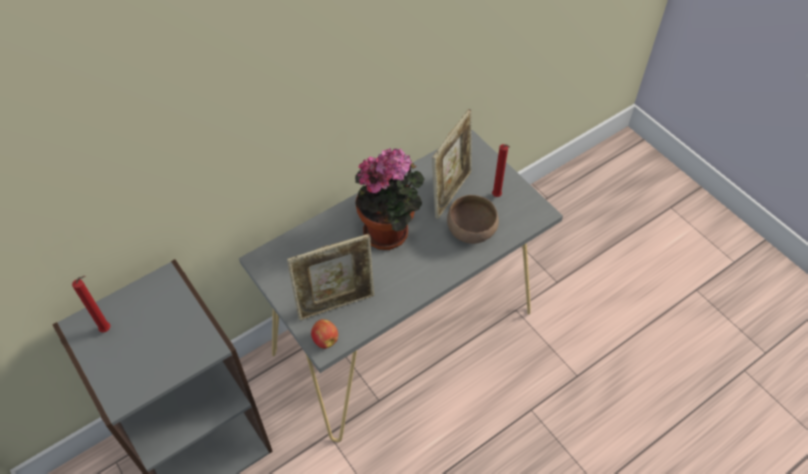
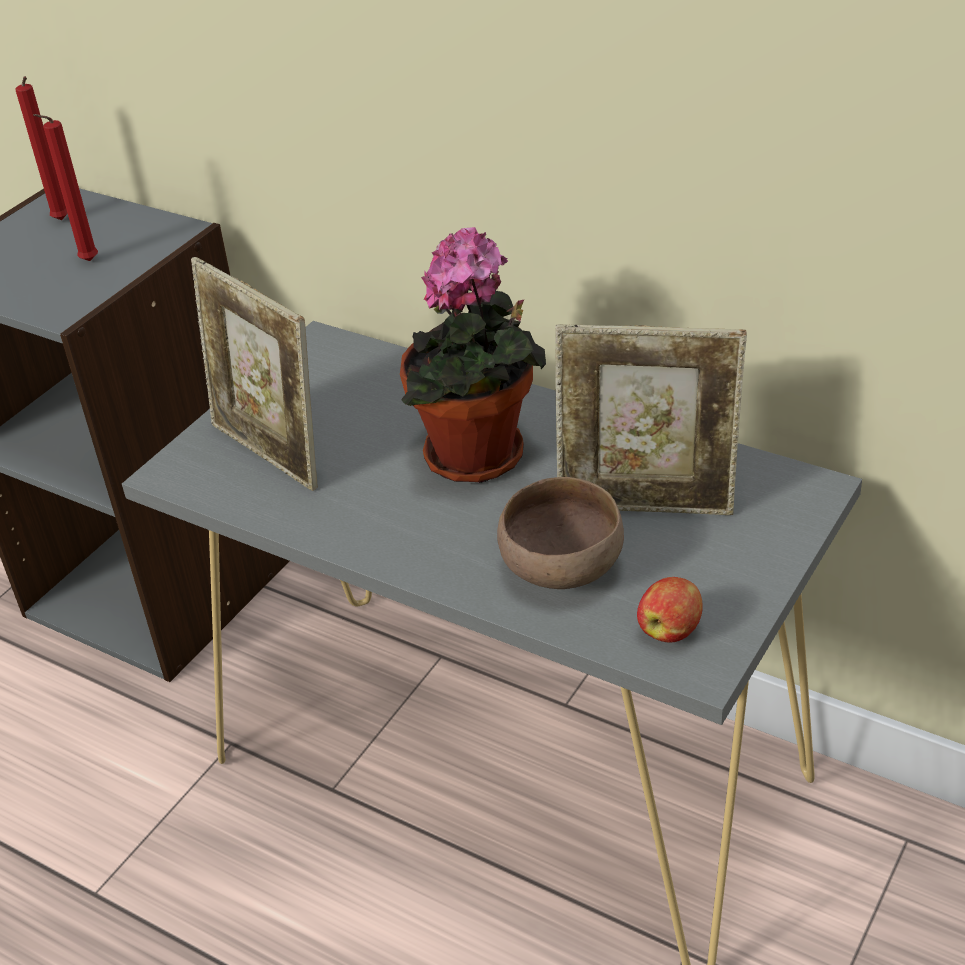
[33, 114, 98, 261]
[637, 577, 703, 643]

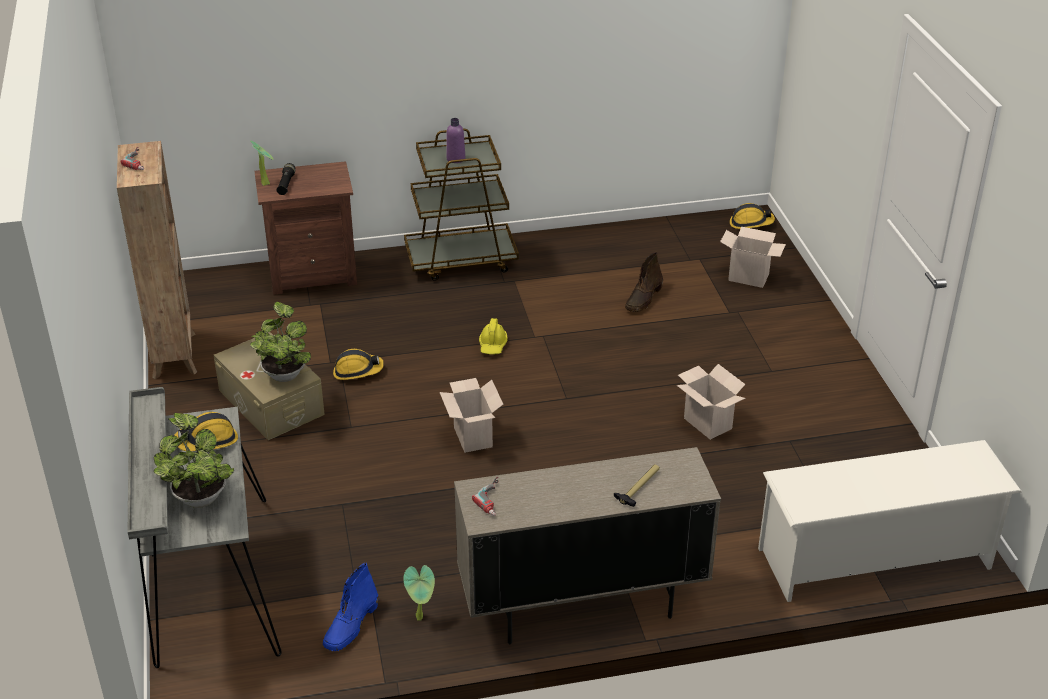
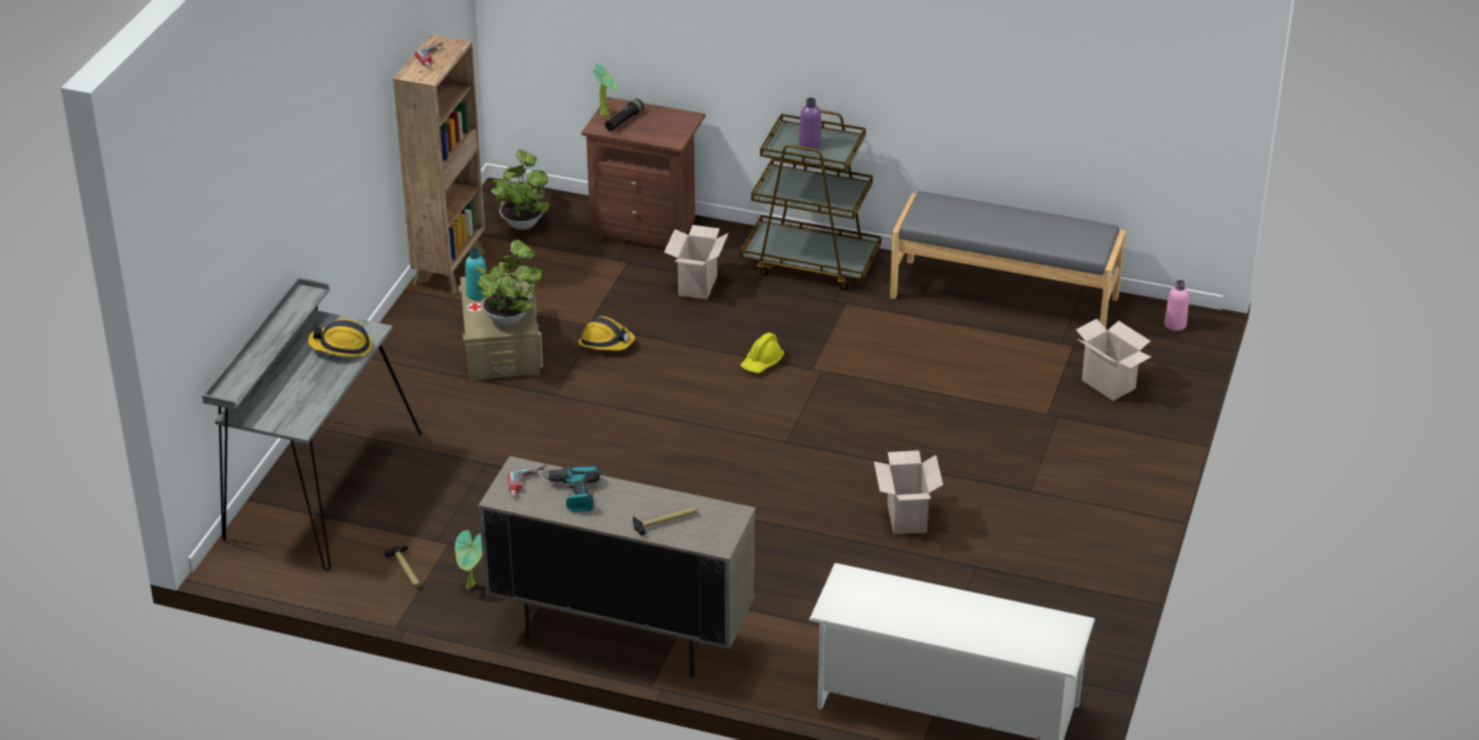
[1164, 280, 1189, 331]
[625, 252, 663, 312] (first image)
[664, 225, 729, 299]
[491, 150, 549, 230]
[385, 546, 421, 587]
[890, 191, 1126, 328]
[465, 248, 487, 300]
[542, 466, 600, 512]

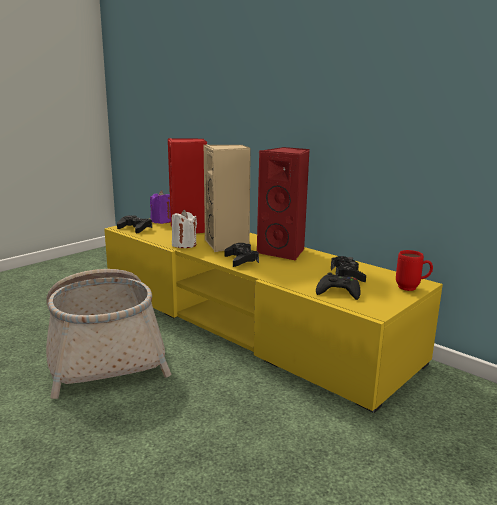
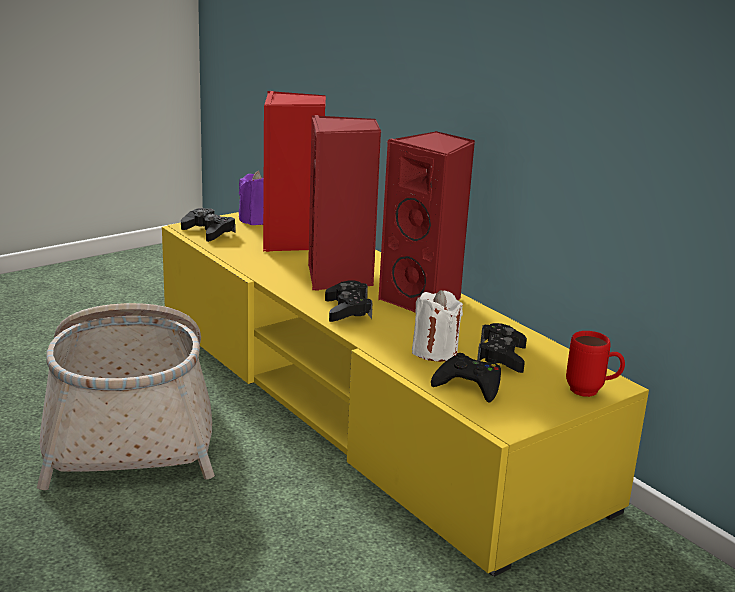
[308, 115, 381, 291]
[412, 290, 463, 362]

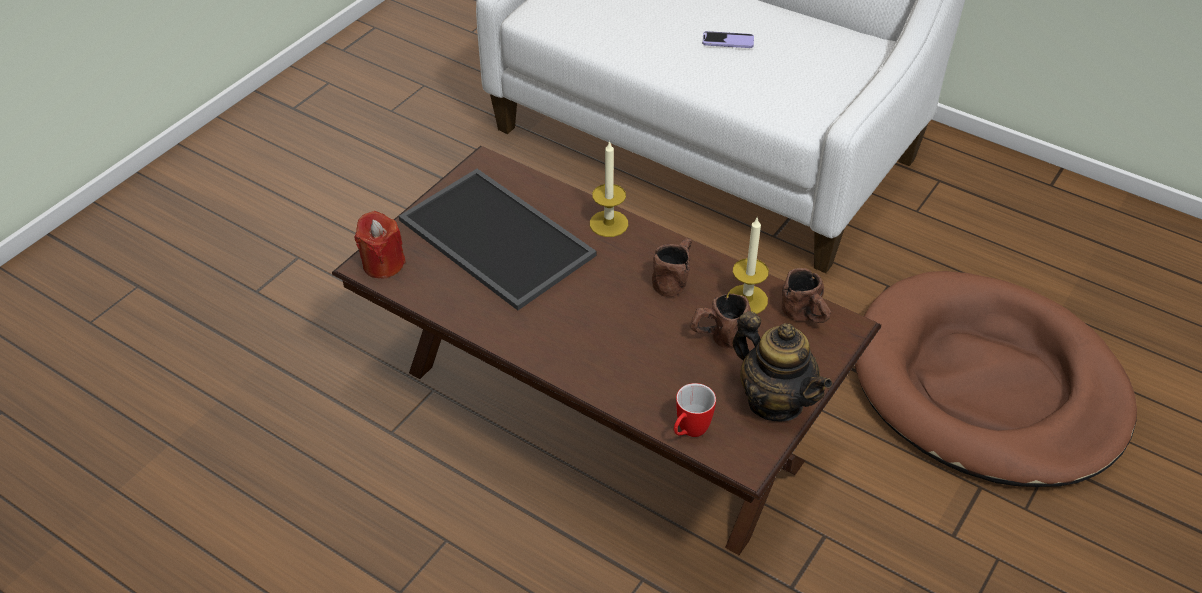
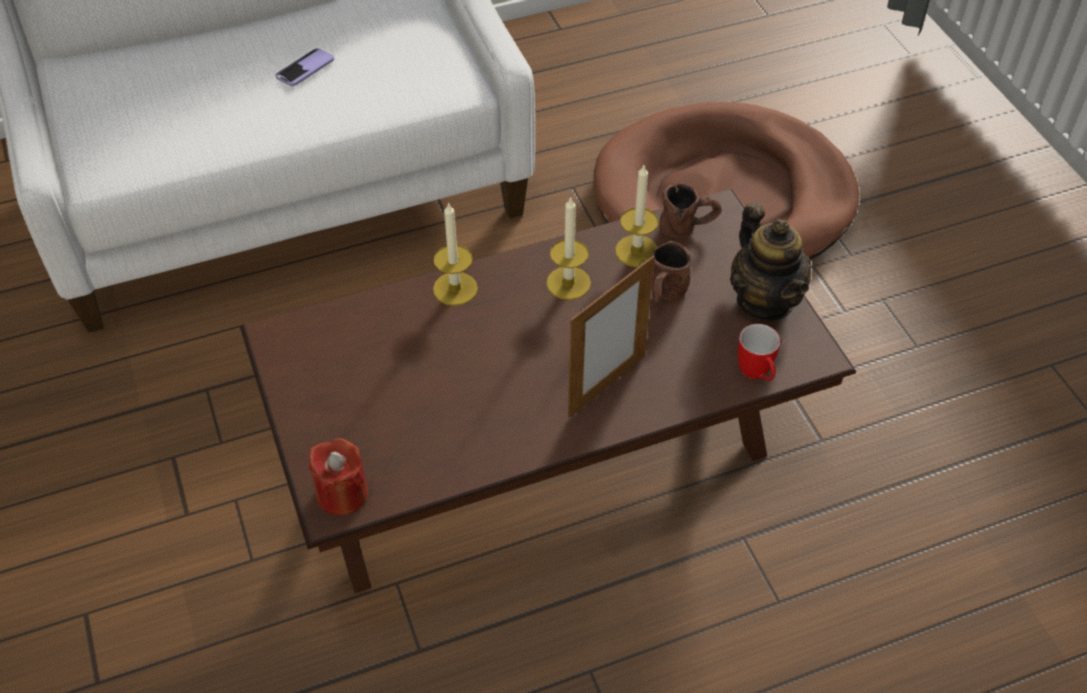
[399, 169, 597, 310] (first image)
[546, 196, 591, 300]
[730, 203, 812, 321]
[568, 256, 655, 418]

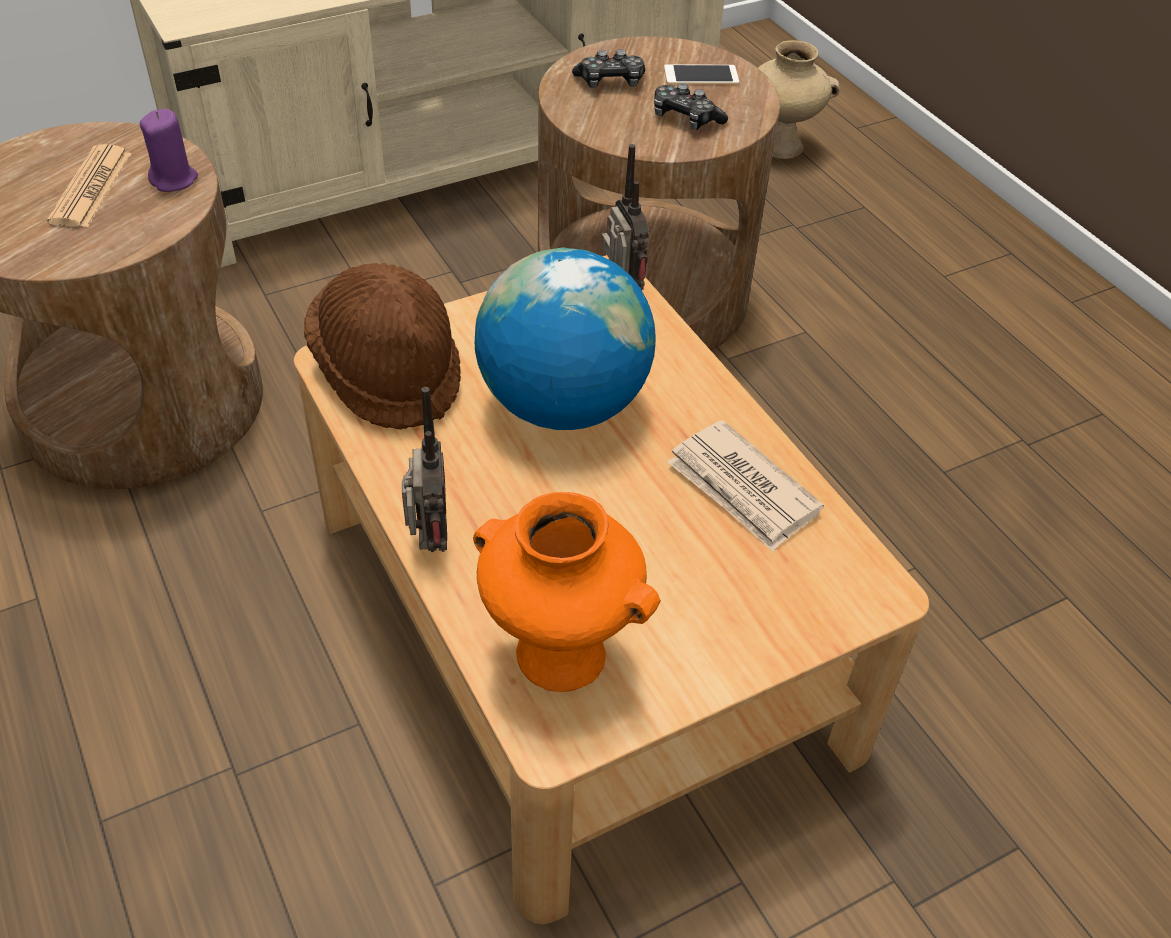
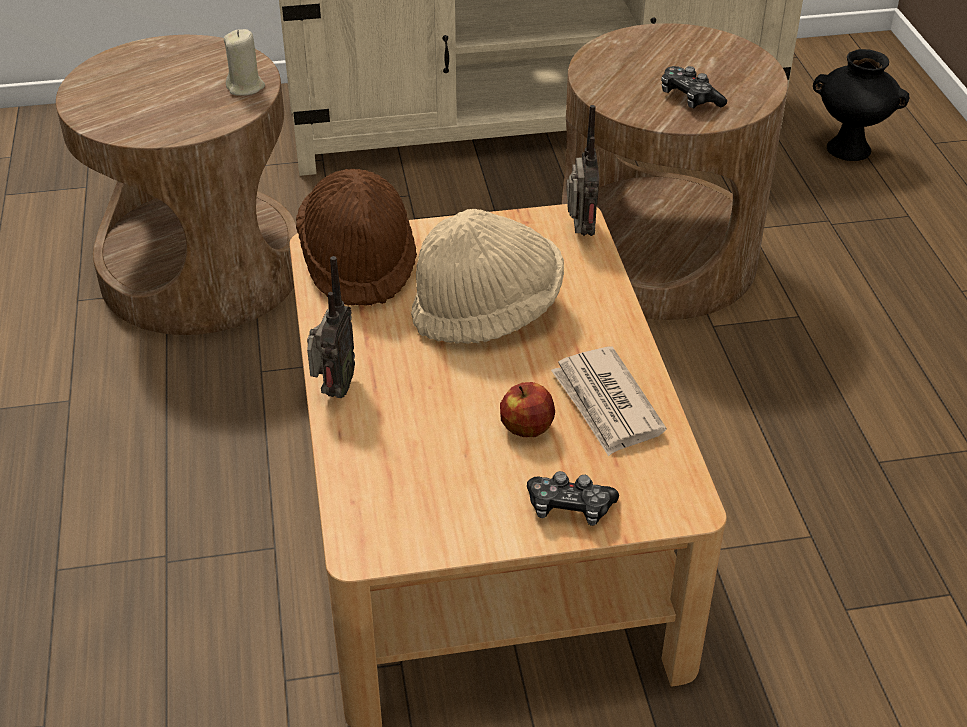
[813, 49, 910, 161]
[527, 471, 619, 526]
[664, 64, 739, 84] (first image)
[224, 29, 265, 96]
[47, 144, 132, 227] (first image)
[411, 209, 564, 344]
[473, 492, 661, 692] (first image)
[500, 382, 555, 437]

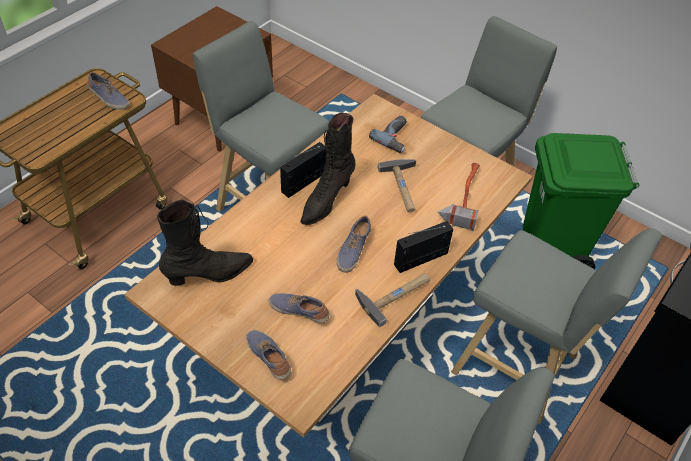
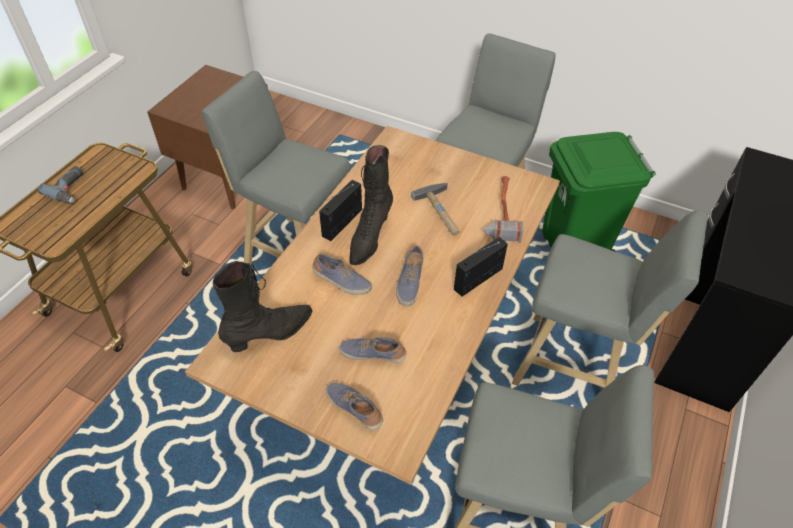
[312, 254, 372, 295]
[38, 166, 83, 204]
[355, 273, 430, 327] (first image)

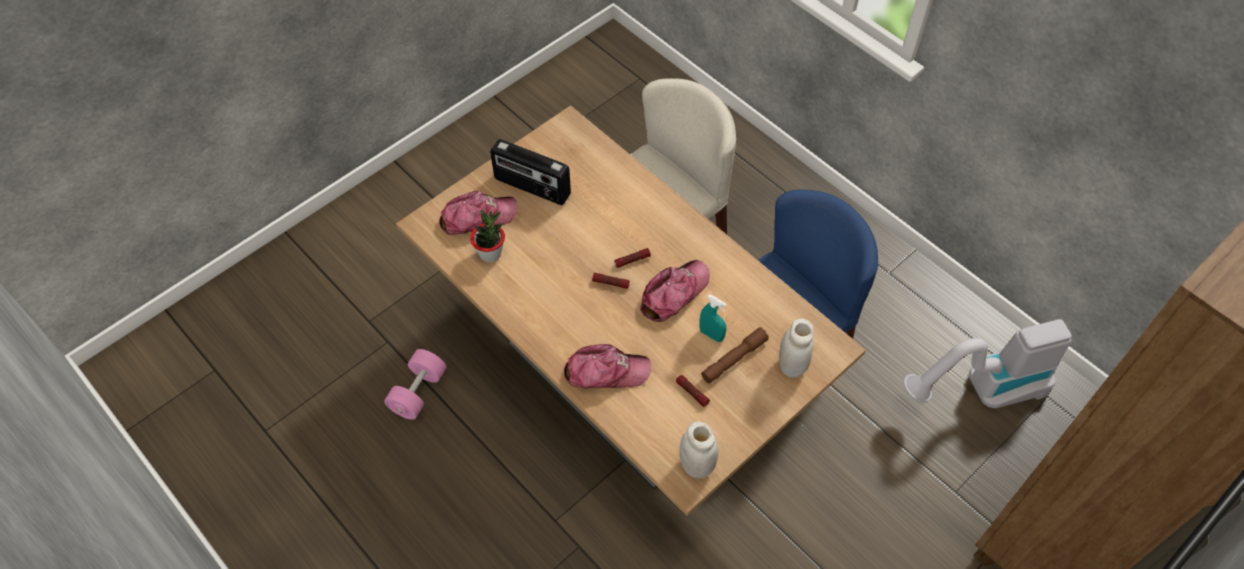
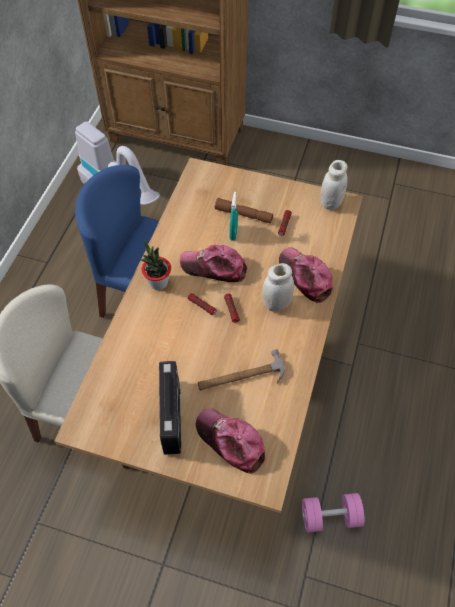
[141, 240, 171, 290]
[262, 263, 294, 312]
[198, 350, 285, 390]

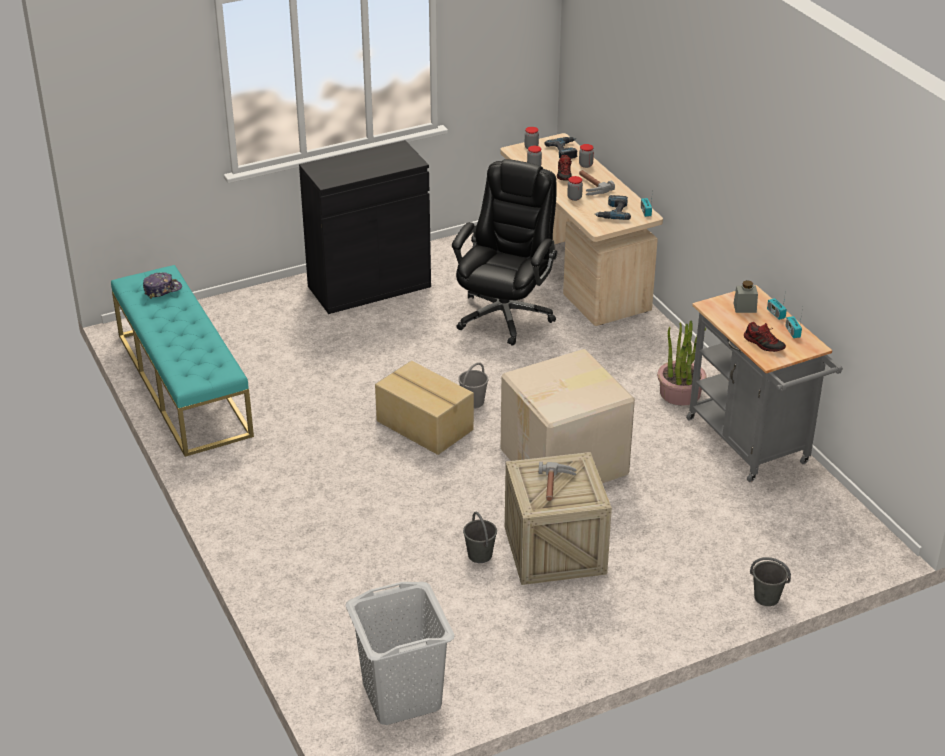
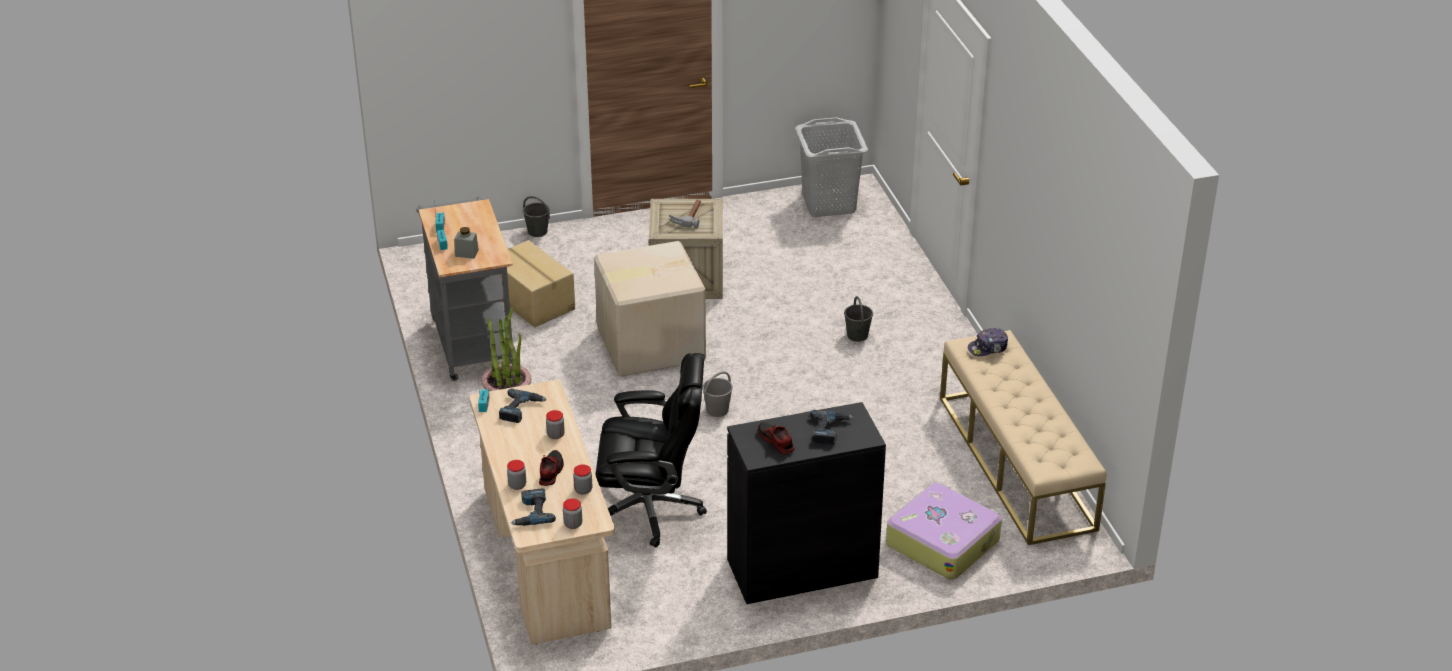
[595, 353, 707, 548]
[579, 170, 615, 195] (first image)
[940, 330, 1107, 545]
[968, 328, 1008, 356]
[758, 423, 795, 455]
[500, 240, 575, 327]
[844, 296, 873, 342]
[810, 410, 854, 445]
[886, 483, 1002, 580]

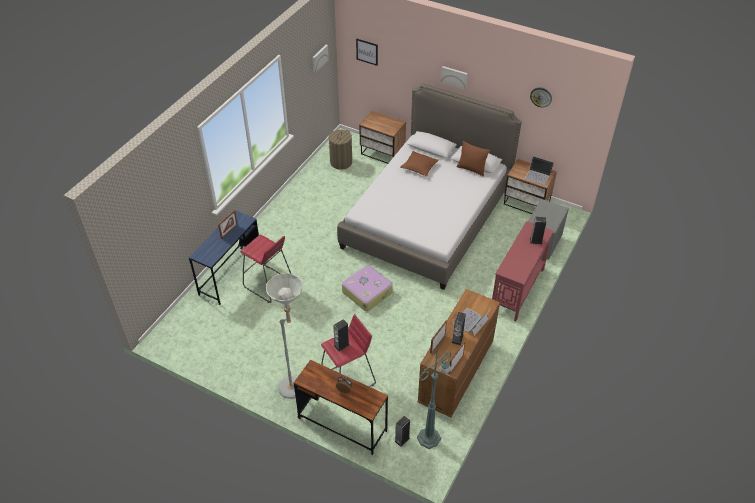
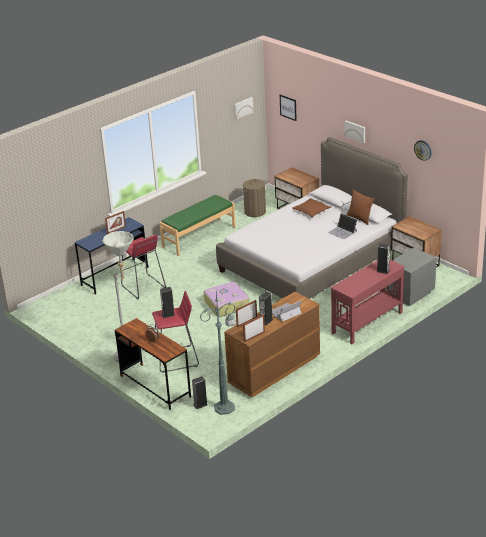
[328, 213, 357, 239]
[159, 195, 236, 256]

